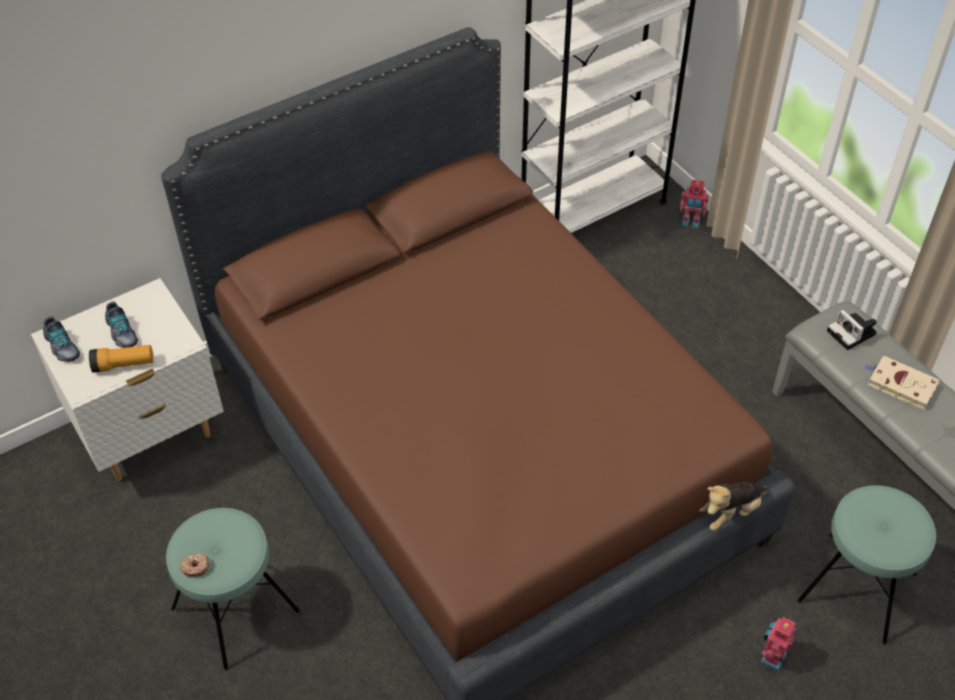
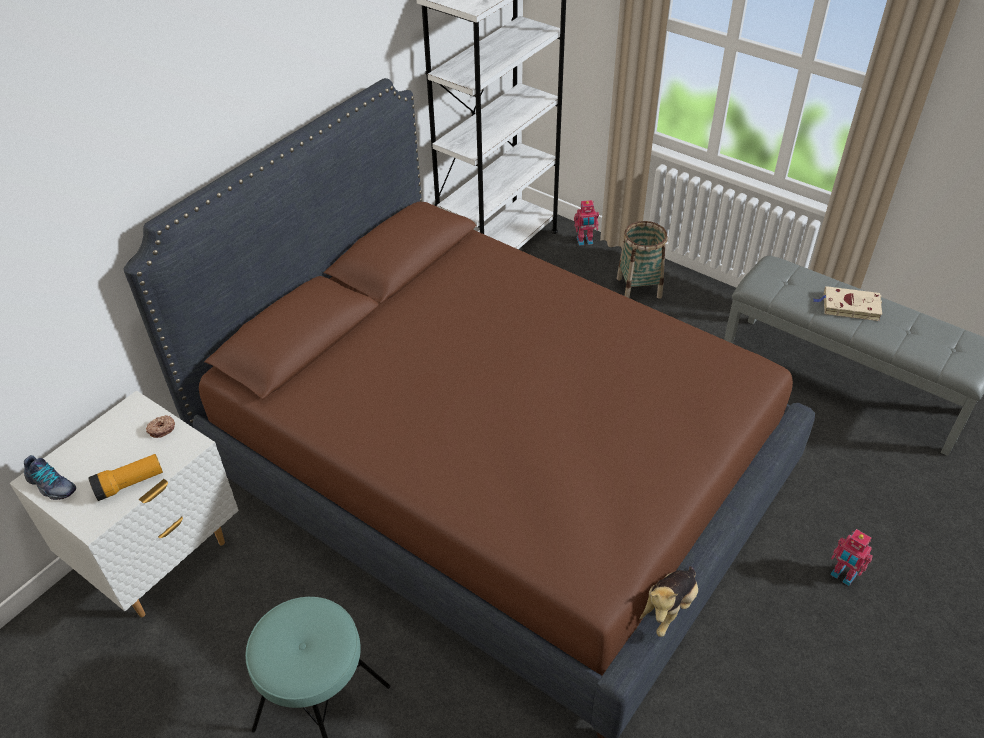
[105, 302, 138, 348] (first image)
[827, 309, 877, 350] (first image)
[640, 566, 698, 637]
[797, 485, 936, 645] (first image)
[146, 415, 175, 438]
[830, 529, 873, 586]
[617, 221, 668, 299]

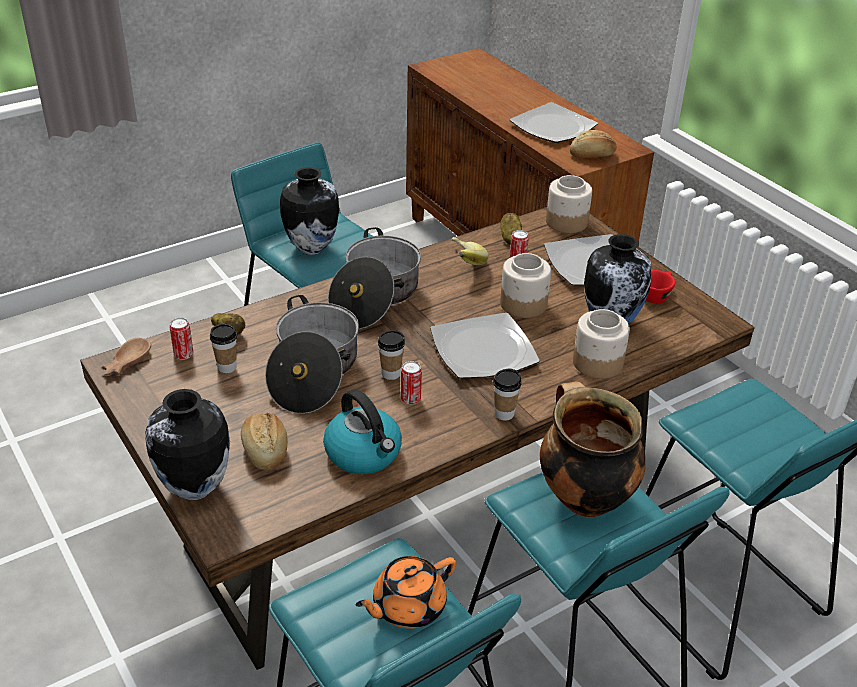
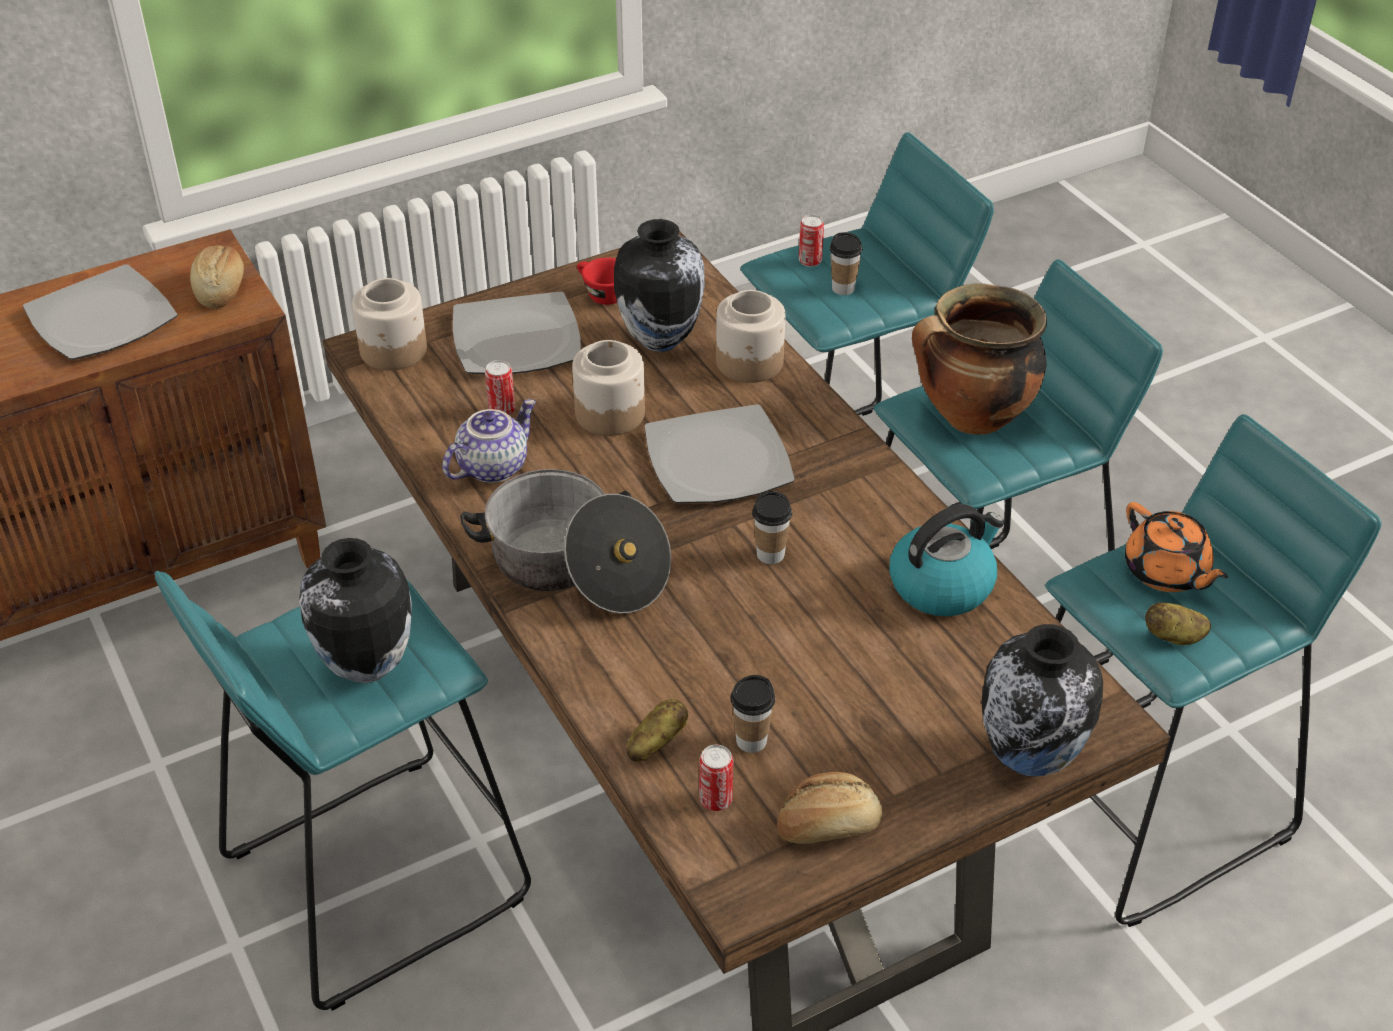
[1145, 602, 1211, 645]
[442, 399, 536, 483]
[265, 295, 359, 414] (first image)
[102, 338, 151, 376] (first image)
[799, 215, 824, 267]
[830, 232, 862, 295]
[777, 772, 882, 844]

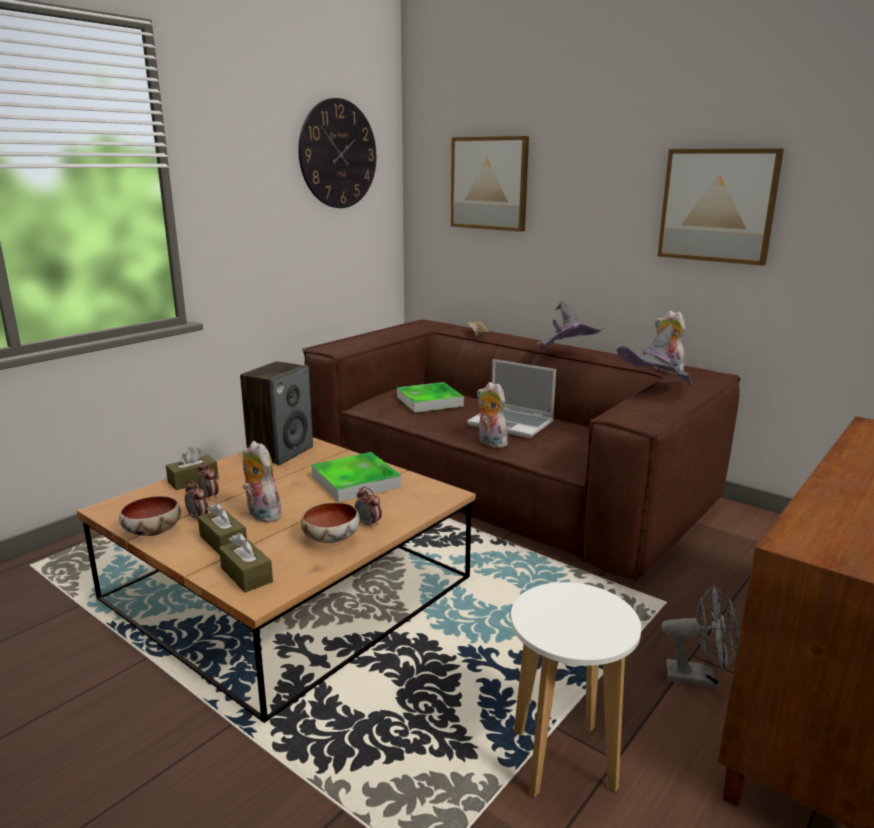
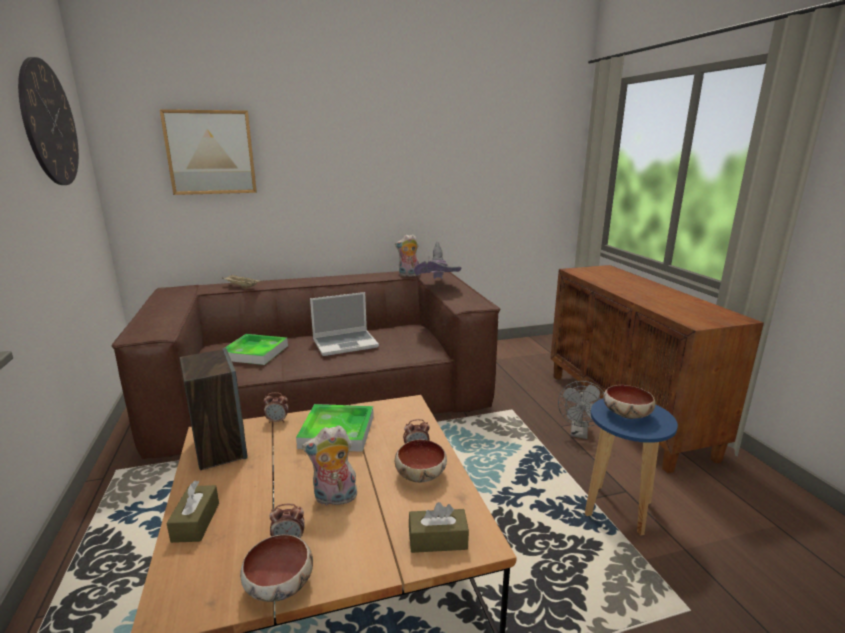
[658, 148, 784, 266] (first image)
[537, 300, 604, 349] (first image)
[477, 382, 509, 448] (first image)
[264, 392, 289, 423]
[198, 502, 247, 555] (first image)
[585, 399, 678, 535]
[558, 381, 604, 439]
[603, 385, 656, 419]

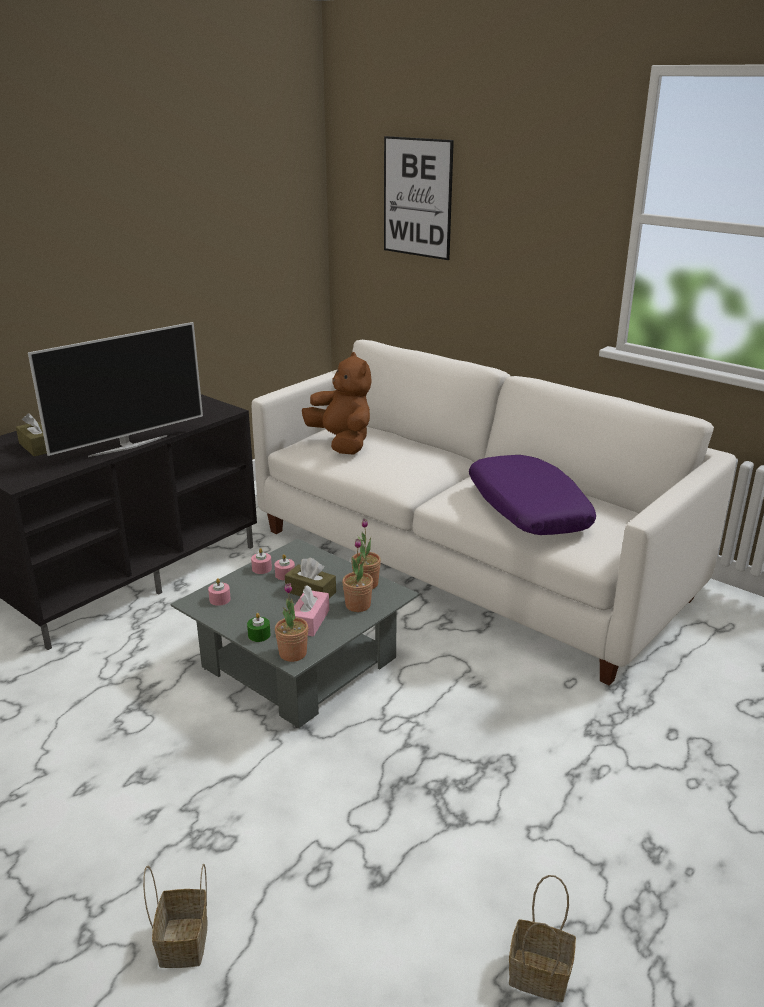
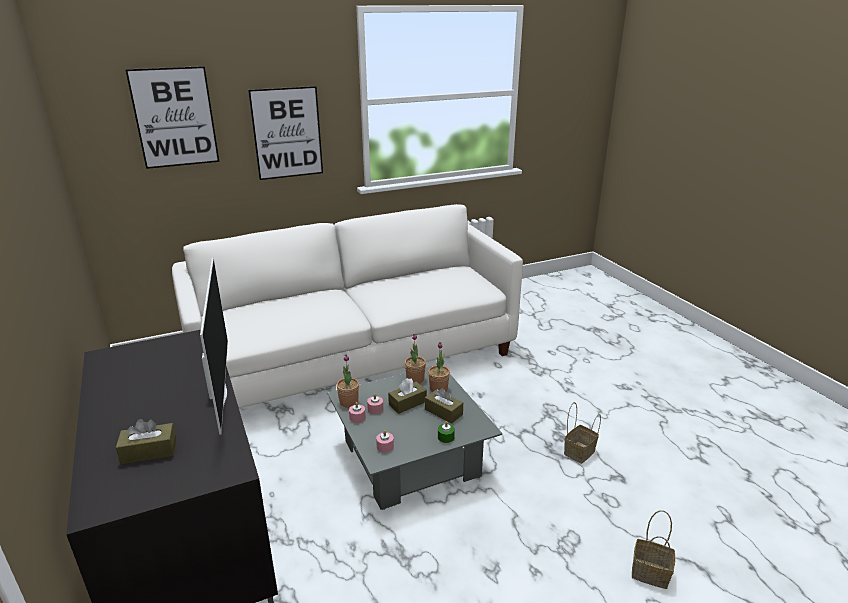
[302, 352, 372, 455] (first image)
[469, 455, 596, 535] (first image)
[337, 354, 359, 407]
[425, 388, 463, 424]
[564, 402, 601, 464]
[248, 86, 323, 180]

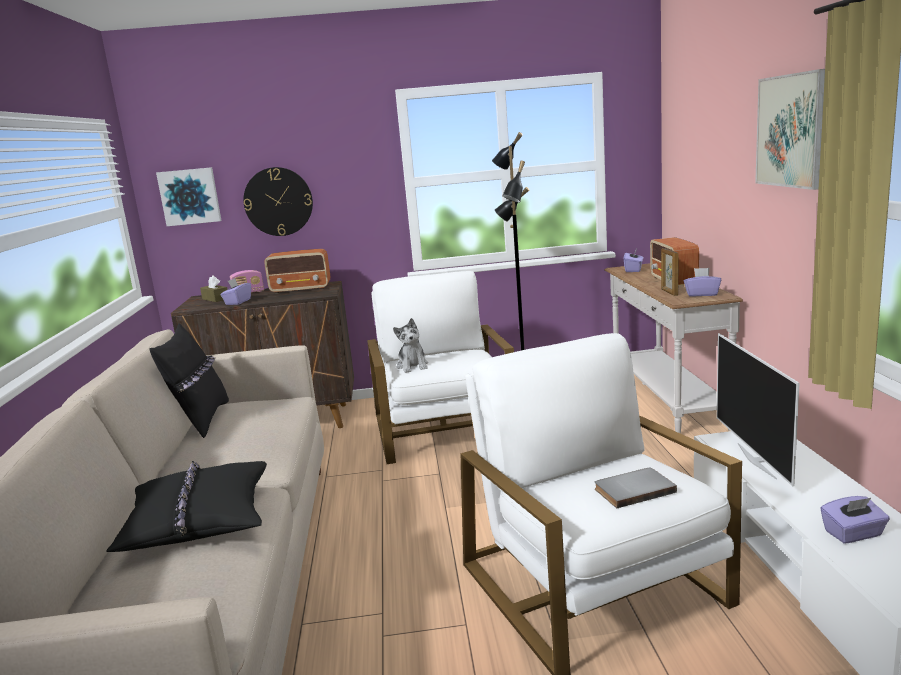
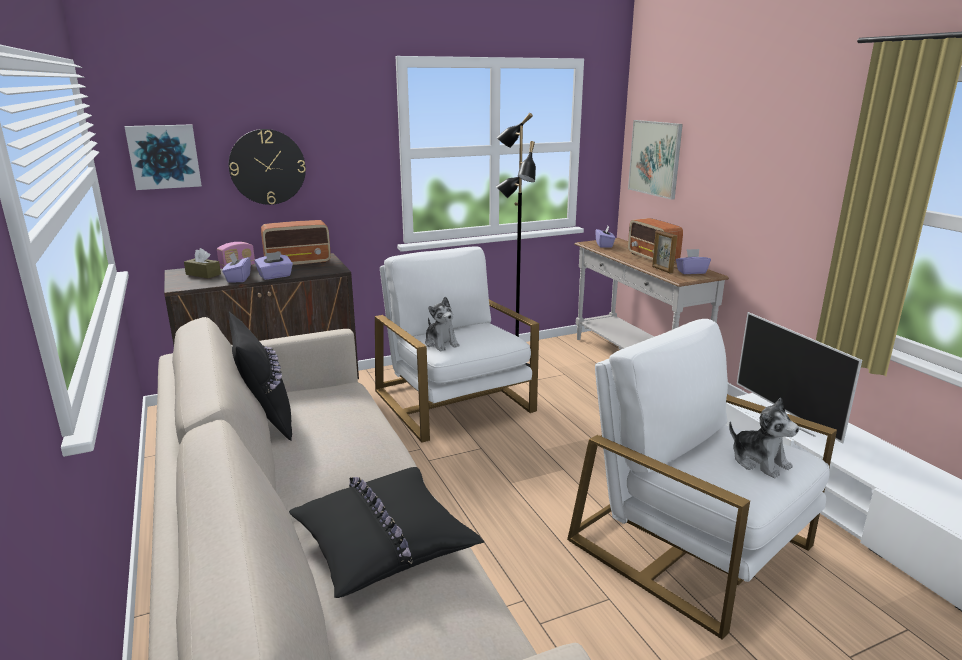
[628, 120, 683, 200]
[729, 398, 799, 478]
[254, 252, 293, 280]

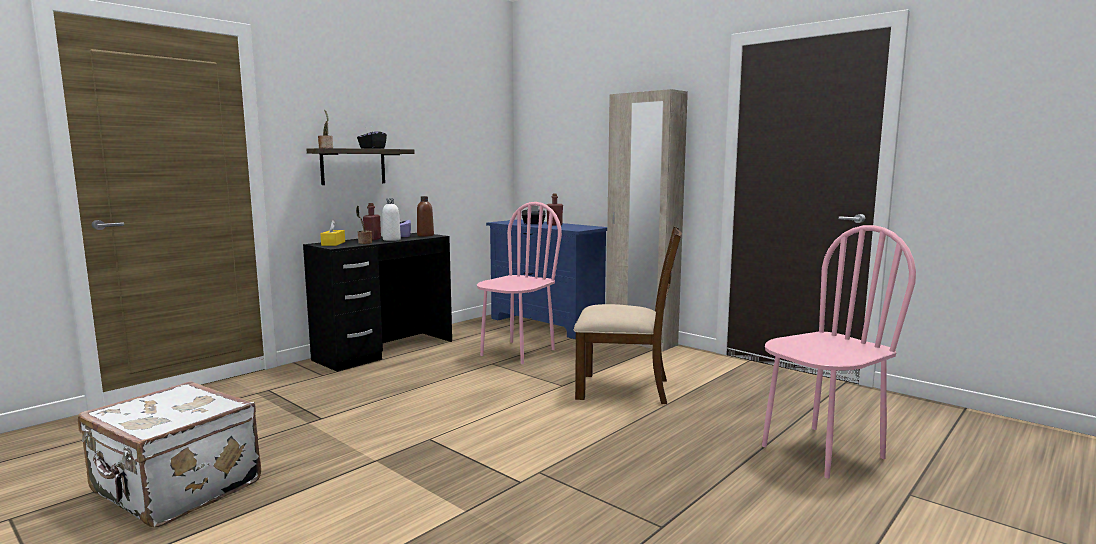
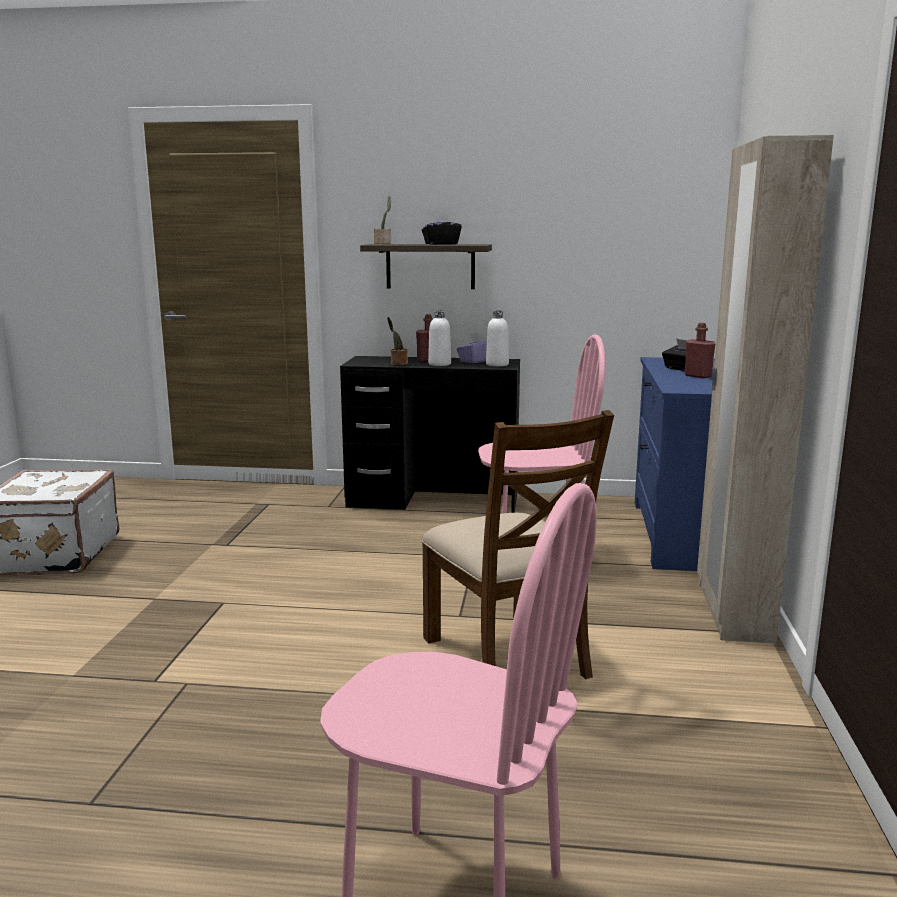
[486, 311, 509, 366]
[320, 220, 345, 246] (first image)

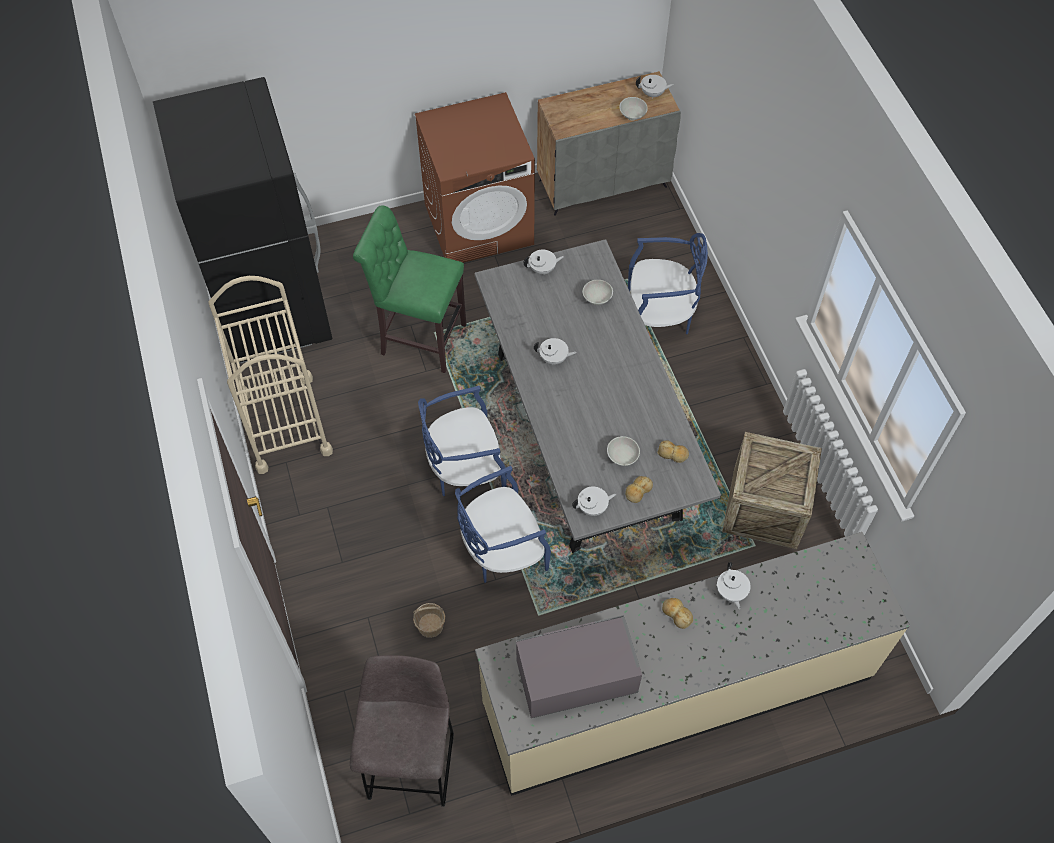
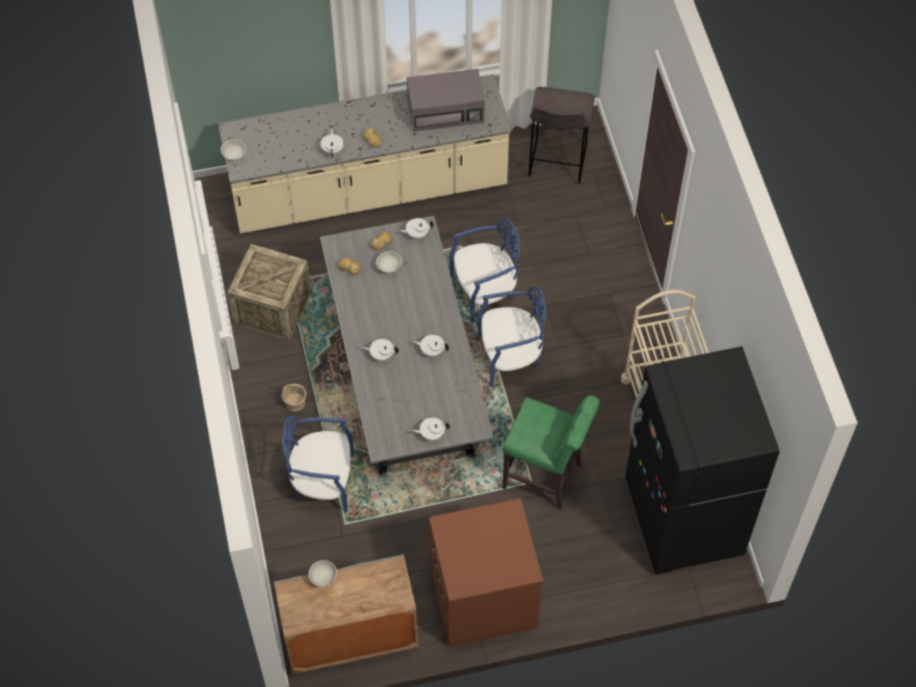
[363, 339, 399, 361]
[221, 139, 246, 160]
[281, 384, 307, 411]

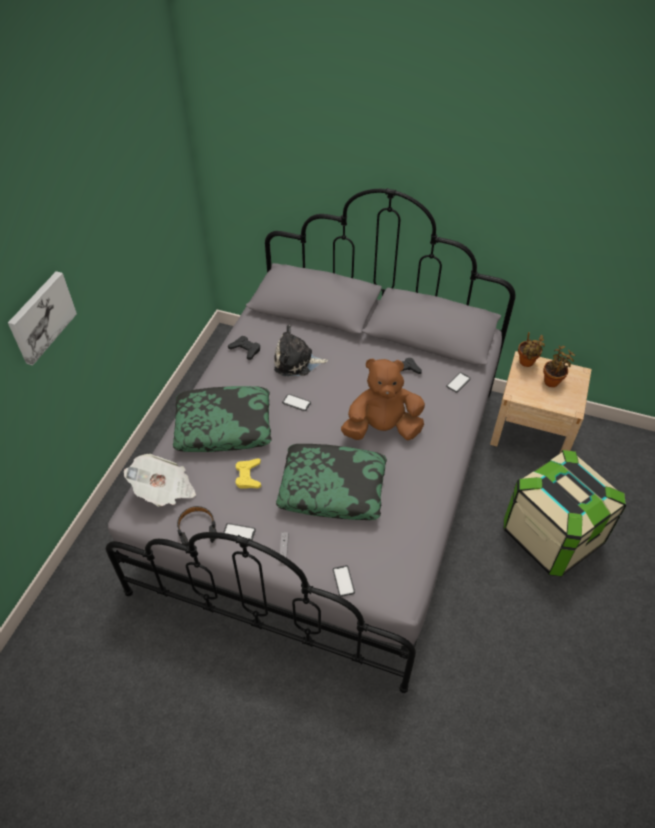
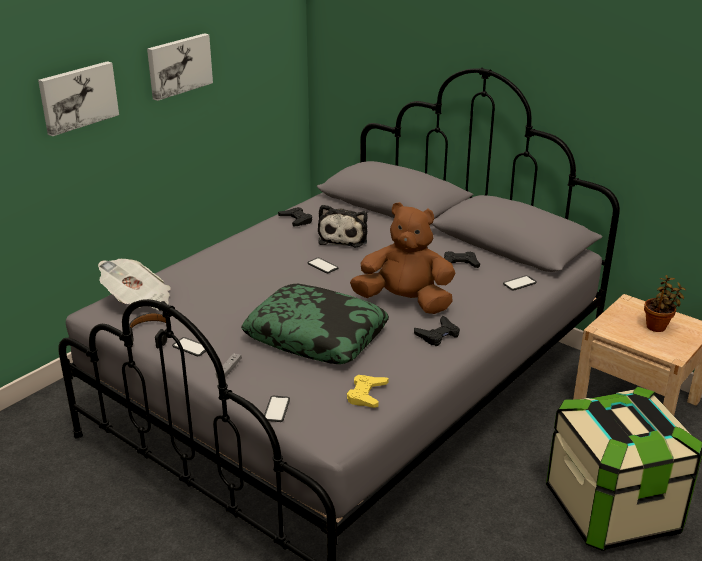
[318, 204, 368, 247]
[518, 332, 545, 367] (first image)
[173, 386, 272, 452] (first image)
[347, 375, 388, 408]
[147, 33, 213, 101]
[414, 316, 460, 346]

